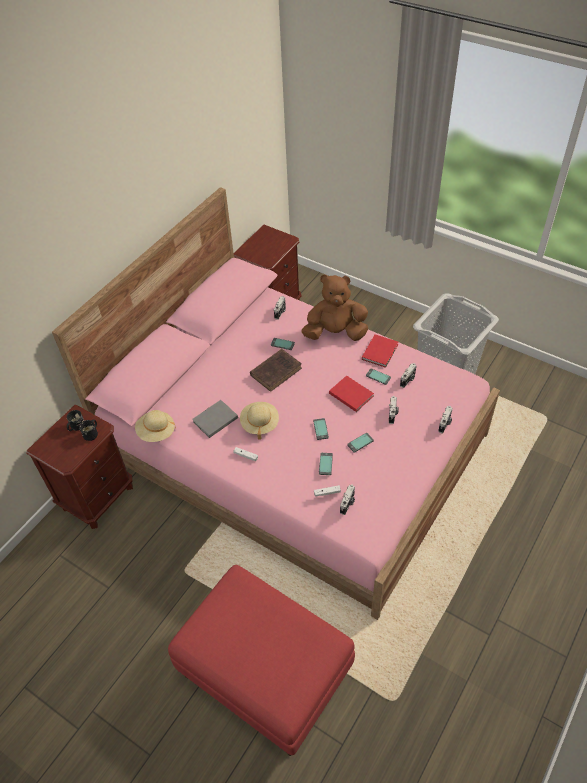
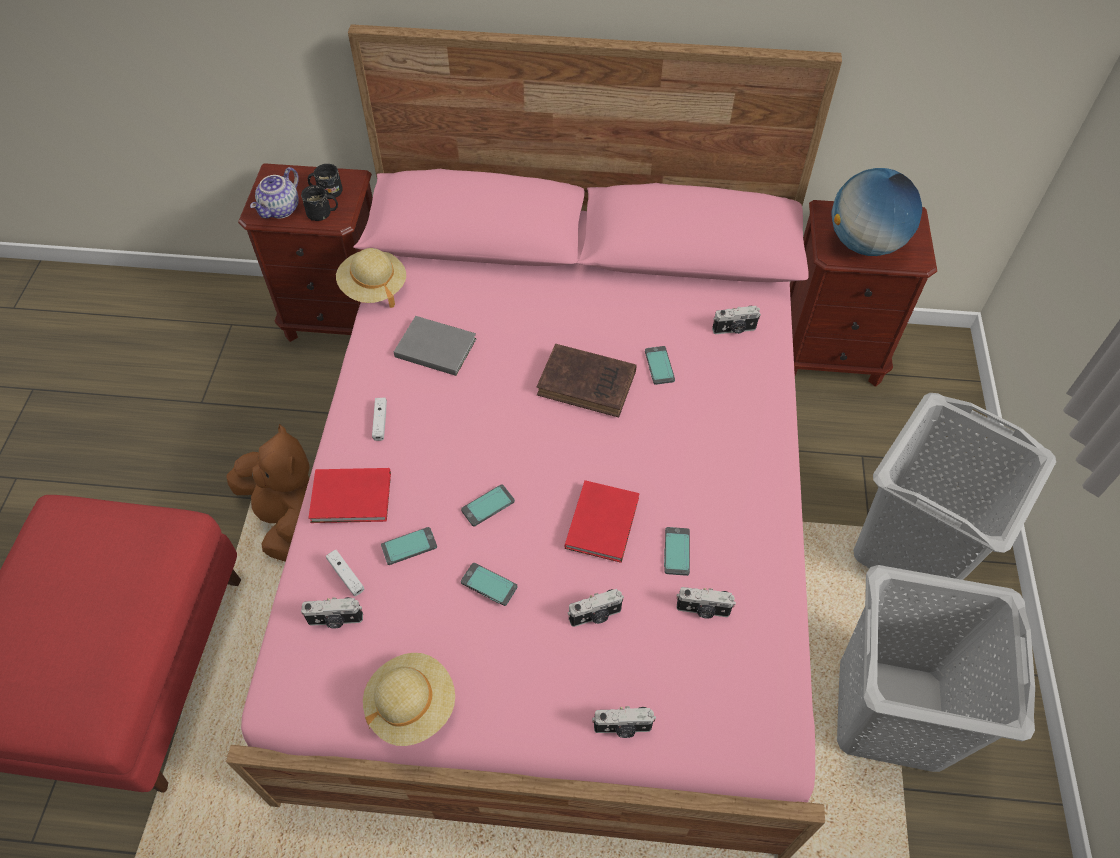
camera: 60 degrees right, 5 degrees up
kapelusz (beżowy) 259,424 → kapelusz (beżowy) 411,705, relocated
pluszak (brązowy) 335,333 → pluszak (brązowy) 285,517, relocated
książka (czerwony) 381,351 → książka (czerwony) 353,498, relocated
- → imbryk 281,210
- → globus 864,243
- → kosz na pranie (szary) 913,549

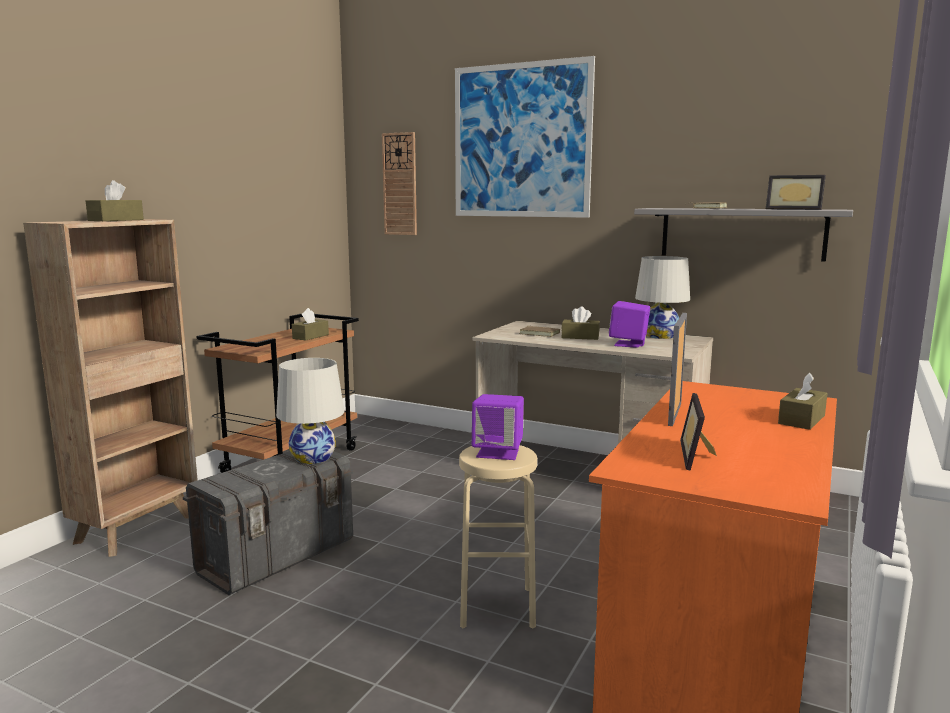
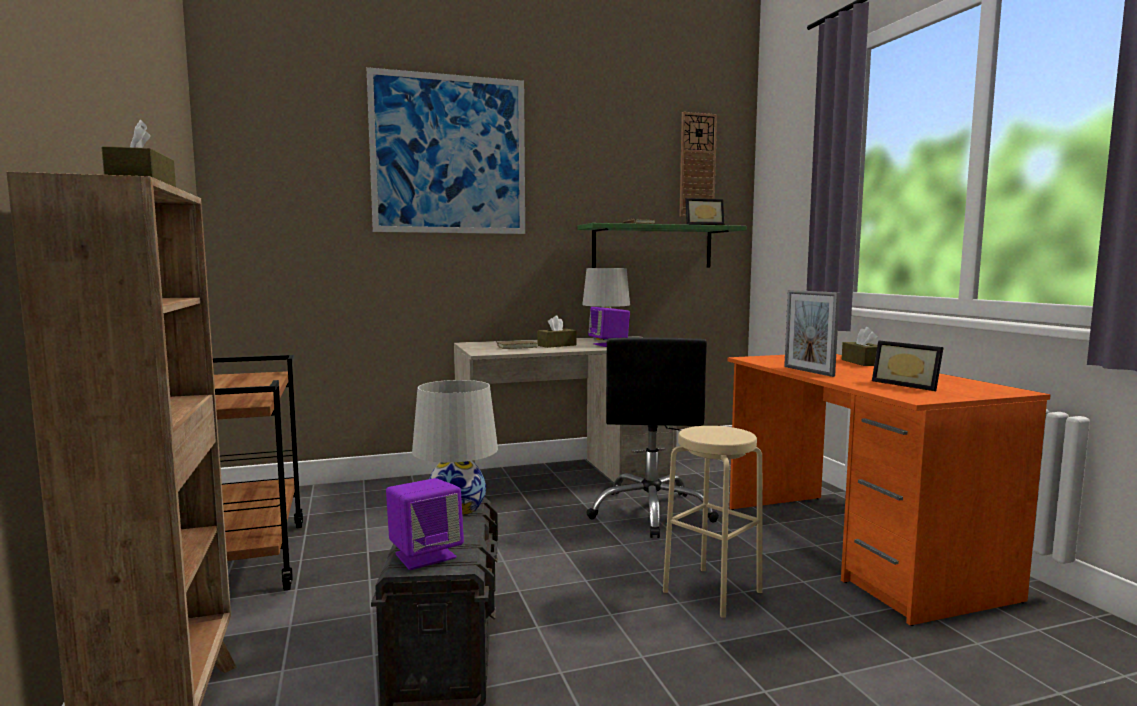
camera: 45 degrees left, 5 degrees down
pudełko chusteczek (brązowy) 310,336 → -
zegar ścienny 400,184 → zegar ścienny 697,165, relocated
głośnik (fioletowy) 498,452 → głośnik (fioletowy) 425,555, relocated
półka (szary) 742,233 → półka (zielony) 652,247
- → krzesło biurowe (czarny) 651,512

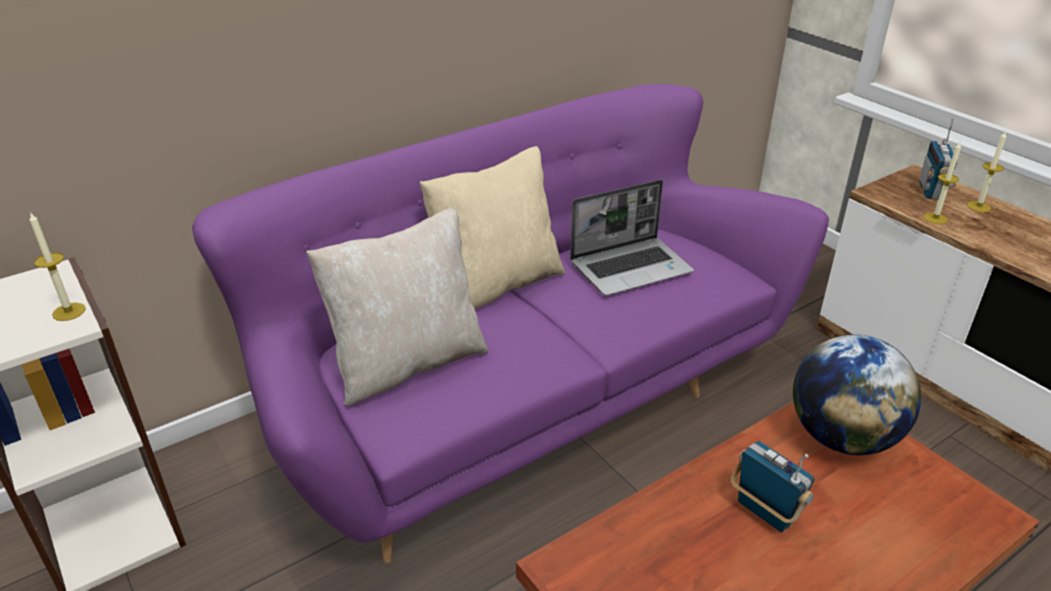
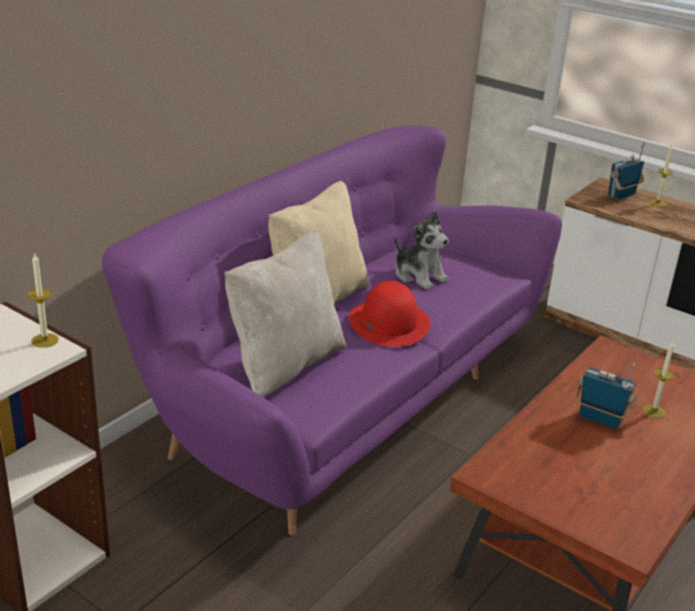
camera: 20 degrees left, 5 degrees down
laptop 631,267 → pluszak 419,275
globus 842,437 → -
radio 932,192 → radio 622,195, 60 degrees clockwise
świeca 935,218 → świeca 654,411, relocated
- → kapelusz (czerwony) 389,323

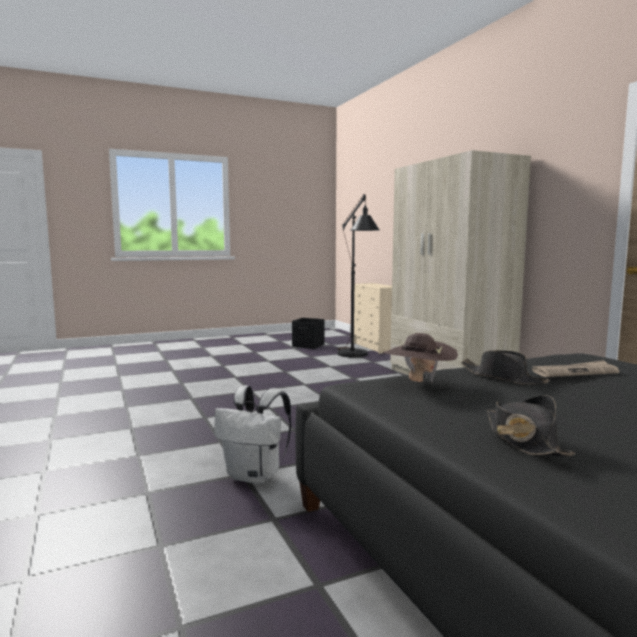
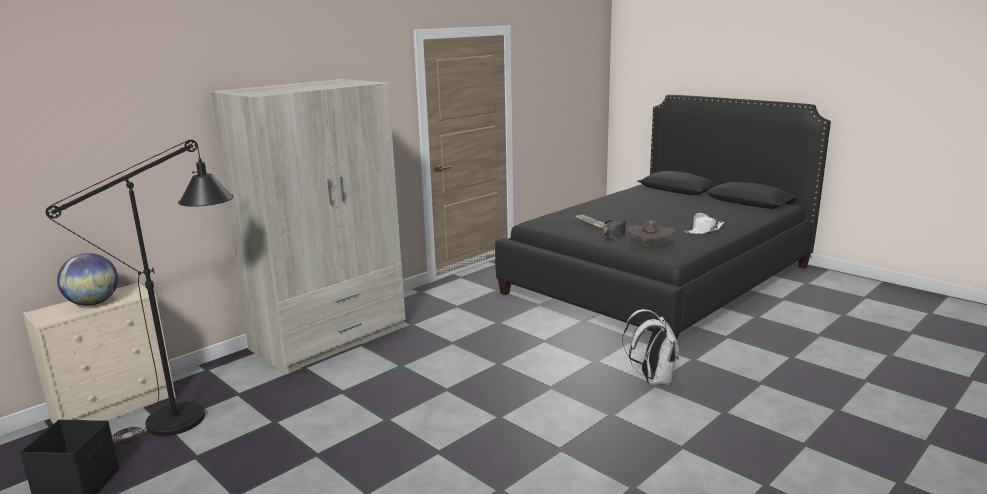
camera: 110 degrees left, 10 degrees up
kapelusz (czarny) 523,440 → kapelusz (biały) 704,230
- → globus 93,303

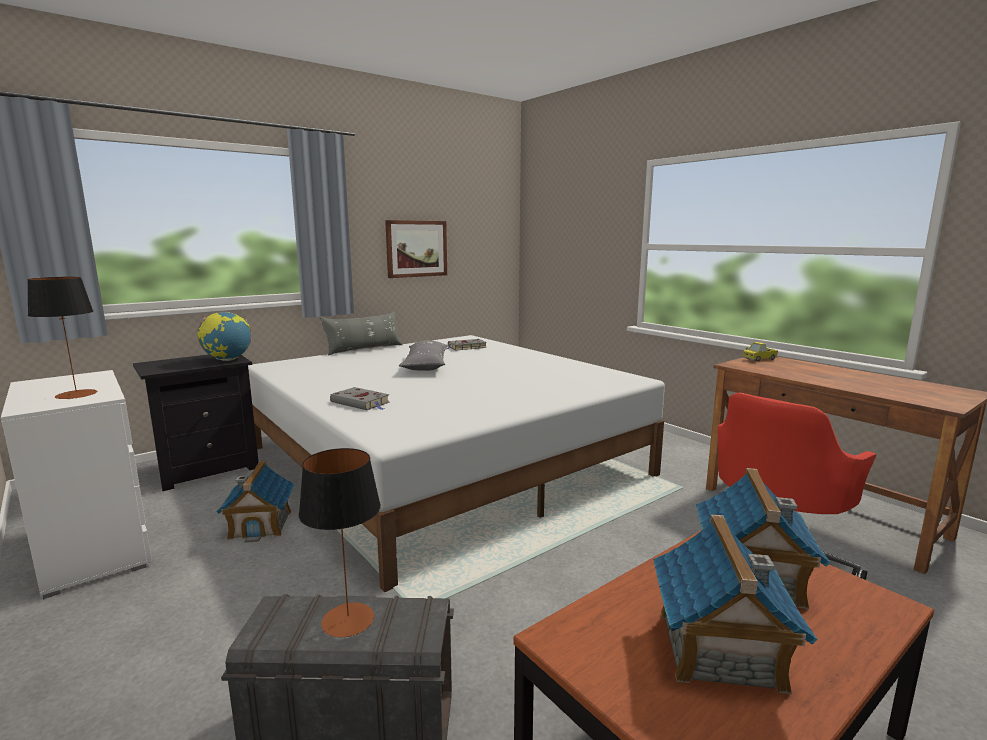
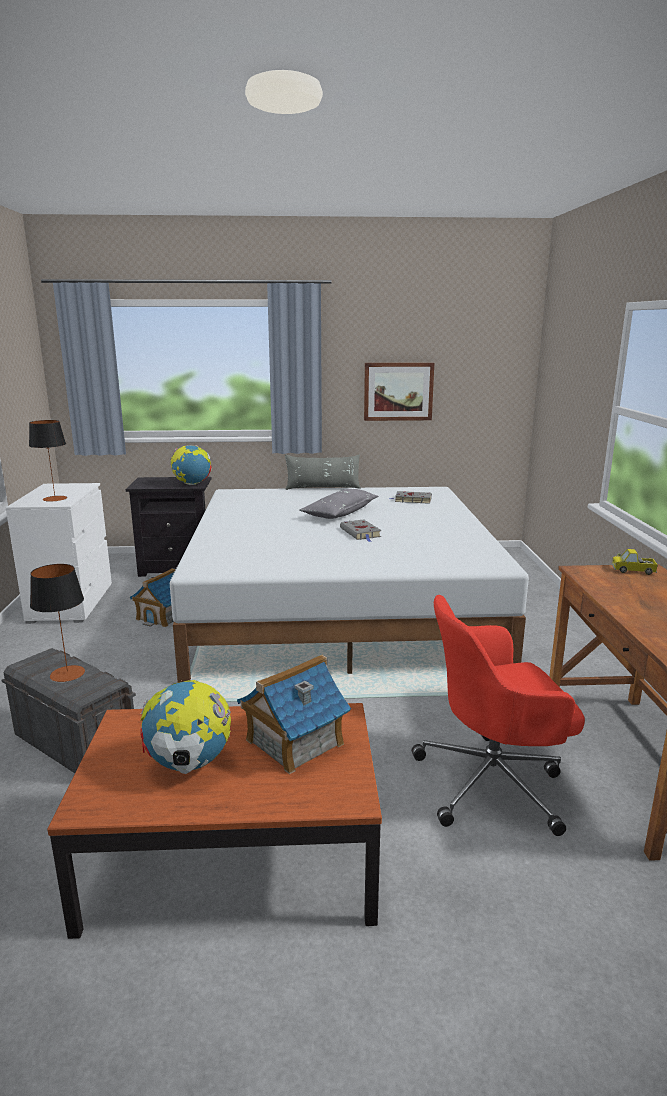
camera: 35 degrees right, 5 degrees up
książka (szary) 361,403 → książka (szary) 361,533, relocated
domek 719,649 → globus 189,764

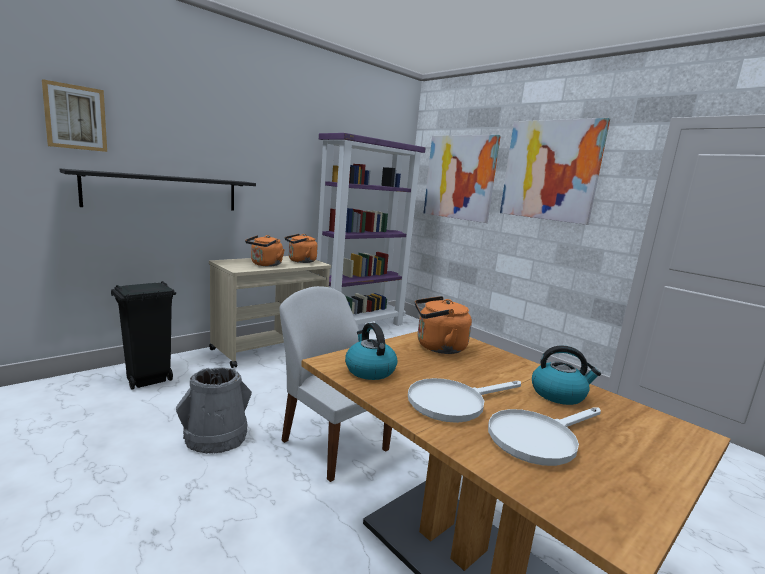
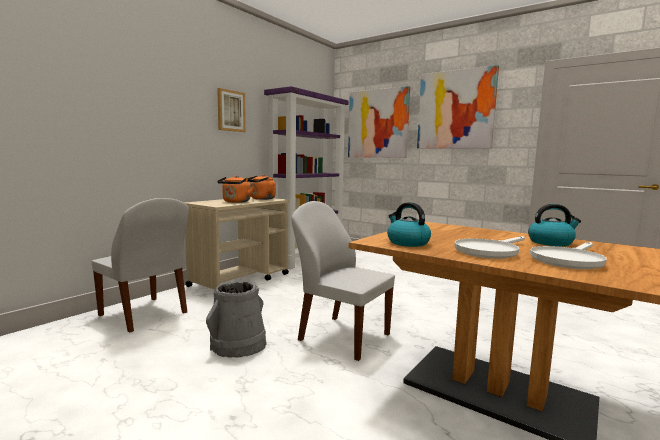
camera: 10 degrees left, 5 degrees down
obraz 75,117 → obraz 231,111, relocated
półka (czarny) 164,192 → -
kosz na śmieci (czarny) 147,381 → krzesło (biały) 144,315
czajnik (pomarańczowy) 437,347 → -

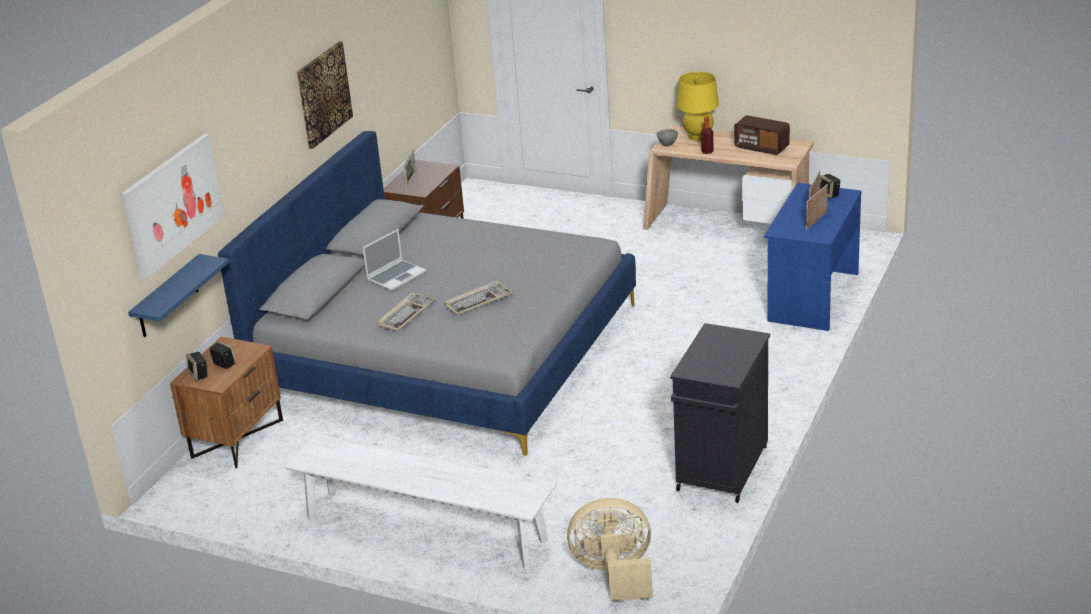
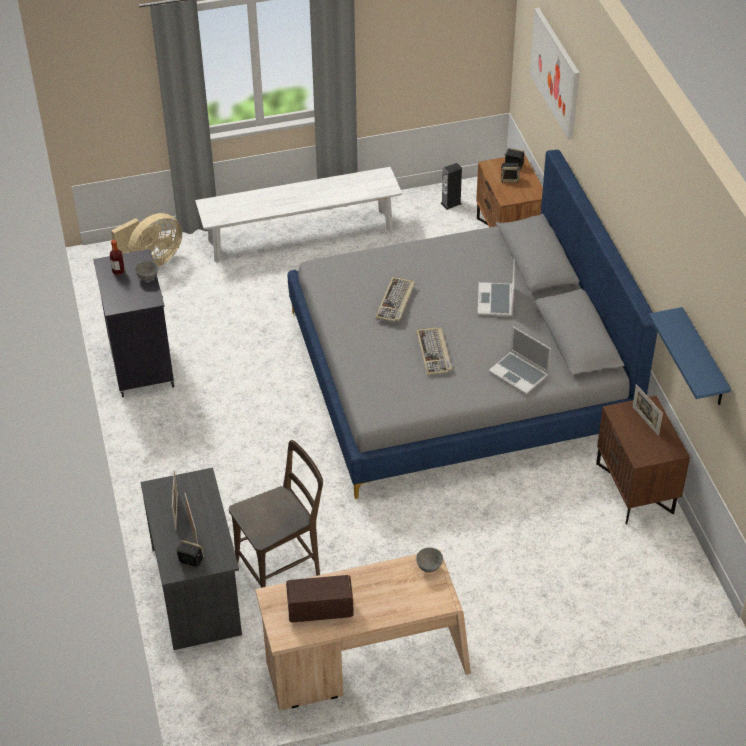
camera: 140 degrees right, 15 degrees up
półka (niebieski) 167,297 → półka (niebieski) 703,359, relocated
obraz 323,94 → -
klawiatura 406,314 → klawiatura 434,353, relocated
lampa stołowa (żółty) 698,136 → -
butelka 707,152 → butelka 118,271, relocated
biurko (niebieski) 812,297 → biurko (szary) 197,590
- → miska (szary) 148,278
- → krzesło (brązowy) 282,566
- → głośnik 451,203
- → laptop 519,374

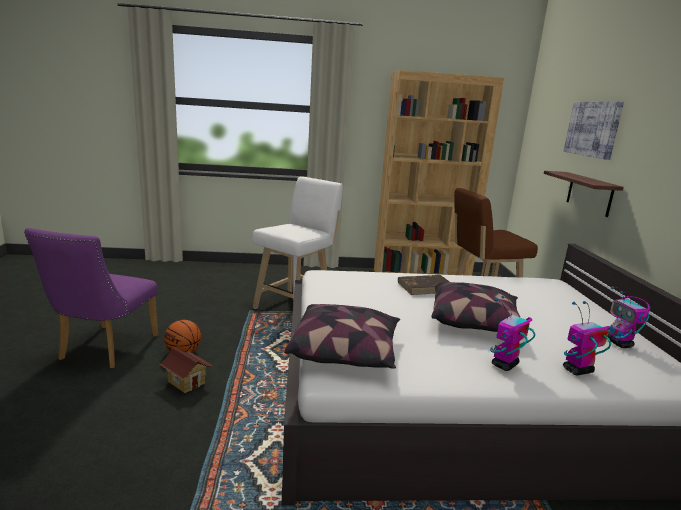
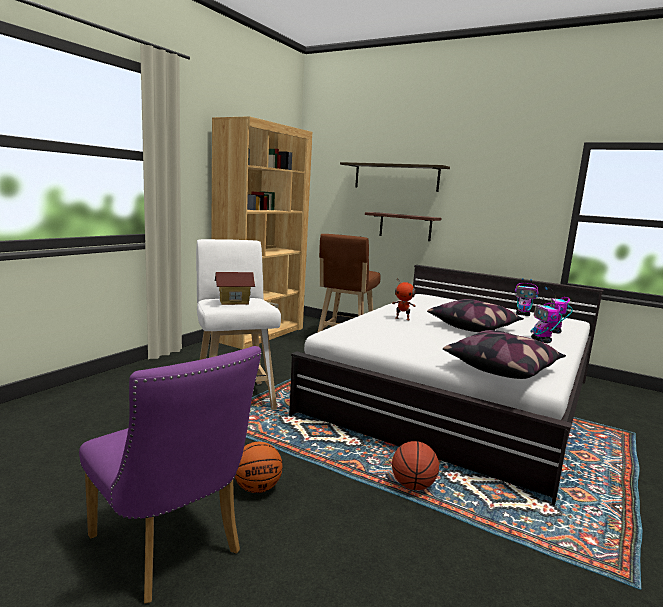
camera: 55 degrees left, 5 degrees down
domek 186,382 → domek 234,302, relocated
książka (brązowy) 425,287 → robot zabawkowy 402,318
obraz 592,129 → półka 396,177
- → piłka do koszykówki 412,486

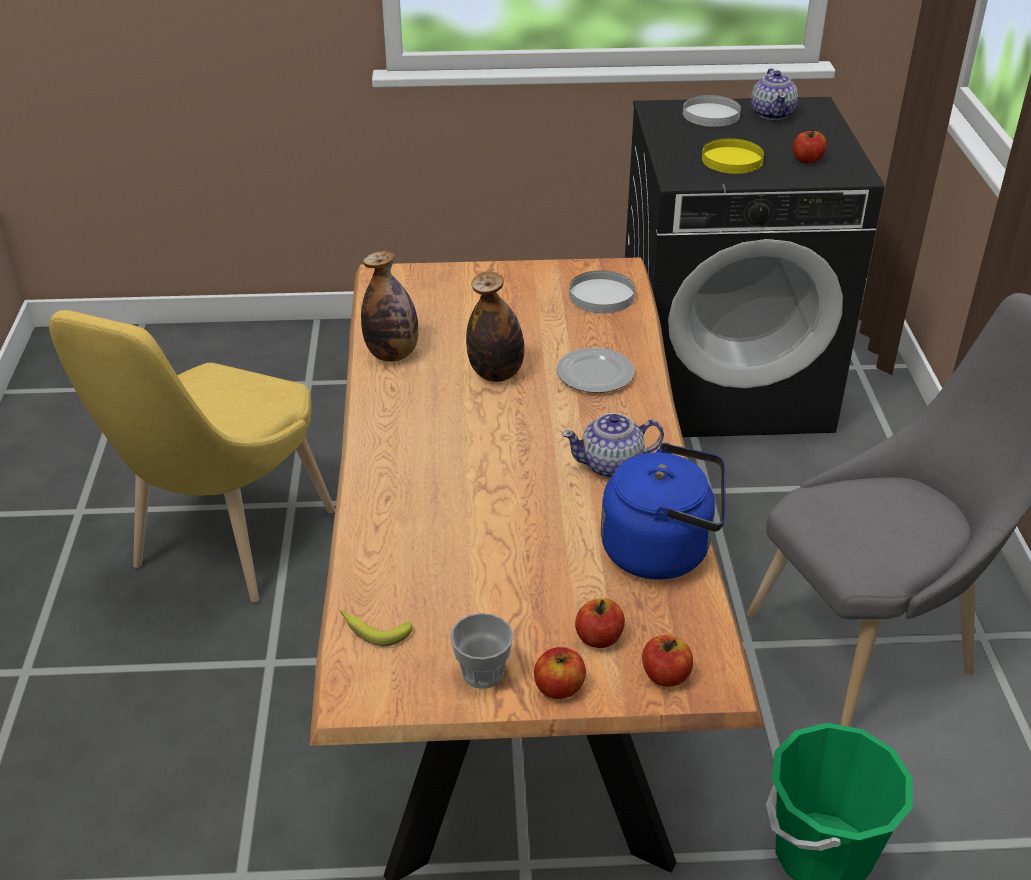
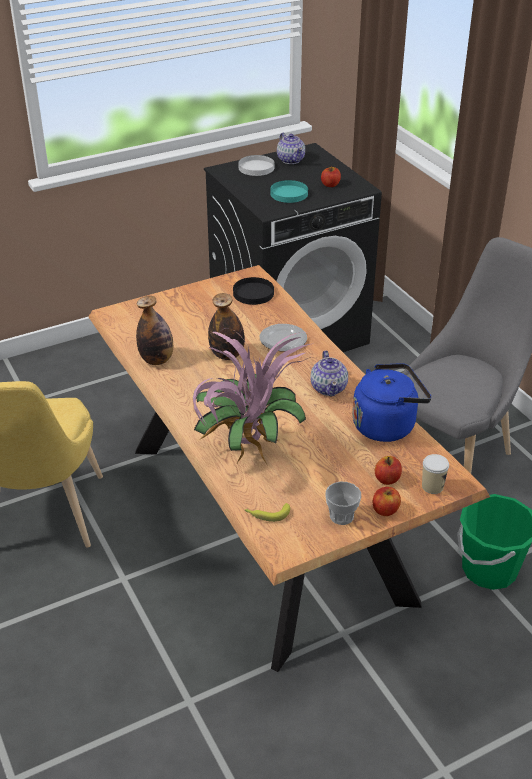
camera: 25 degrees left, 0 degrees up
imbryk 612,465 → imbryk 329,388, 60 degrees counterclockwise
talerz (biały) 601,295 → talerz (czarny) 253,293
jabłko 665,675 → filiżanka 432,486
talerz (żółty) 731,160 → talerz (turkusowy) 288,194
- → roślina doniczkowa 247,450

